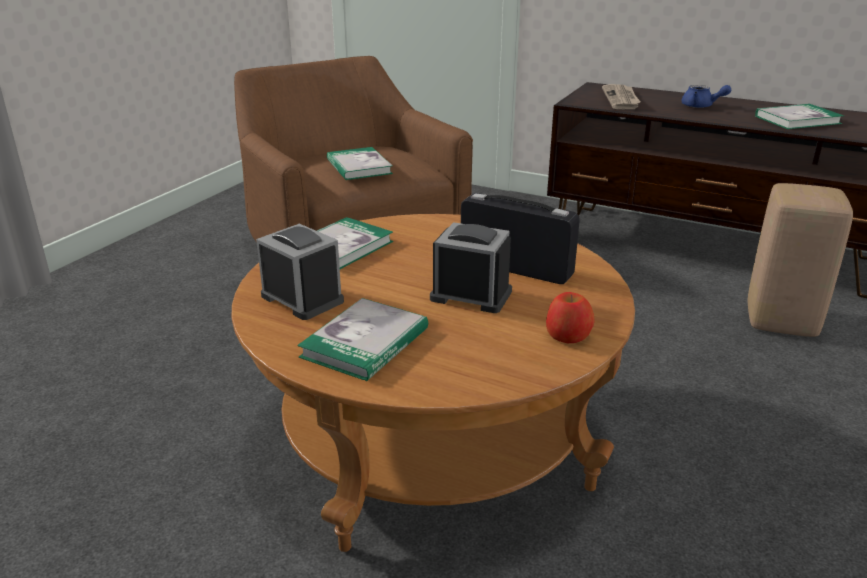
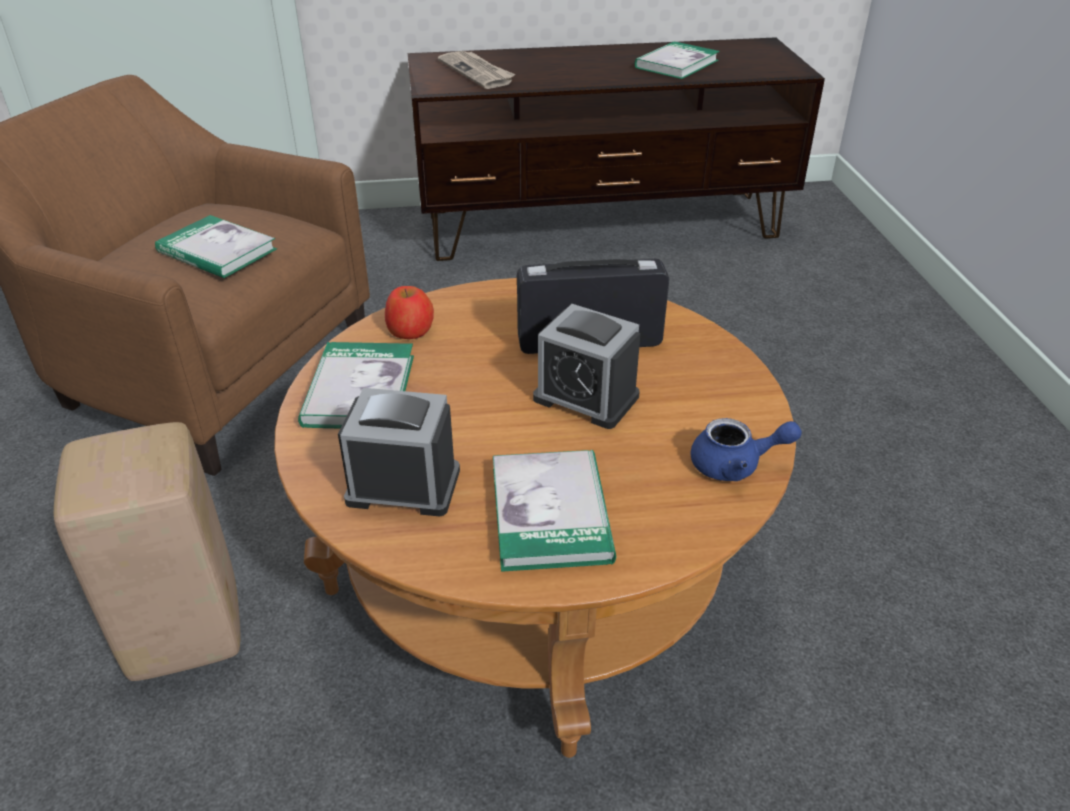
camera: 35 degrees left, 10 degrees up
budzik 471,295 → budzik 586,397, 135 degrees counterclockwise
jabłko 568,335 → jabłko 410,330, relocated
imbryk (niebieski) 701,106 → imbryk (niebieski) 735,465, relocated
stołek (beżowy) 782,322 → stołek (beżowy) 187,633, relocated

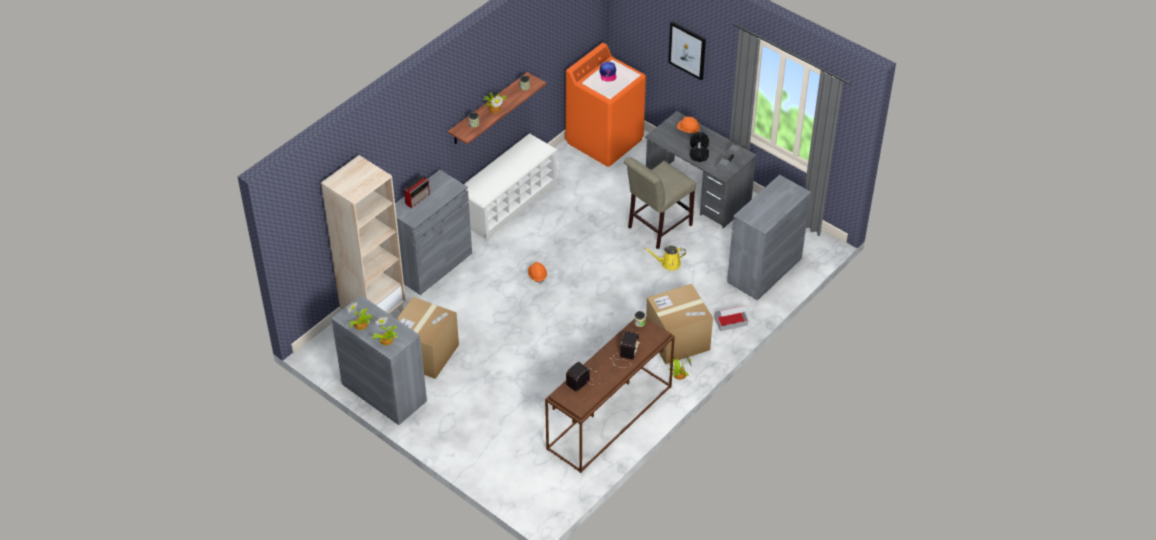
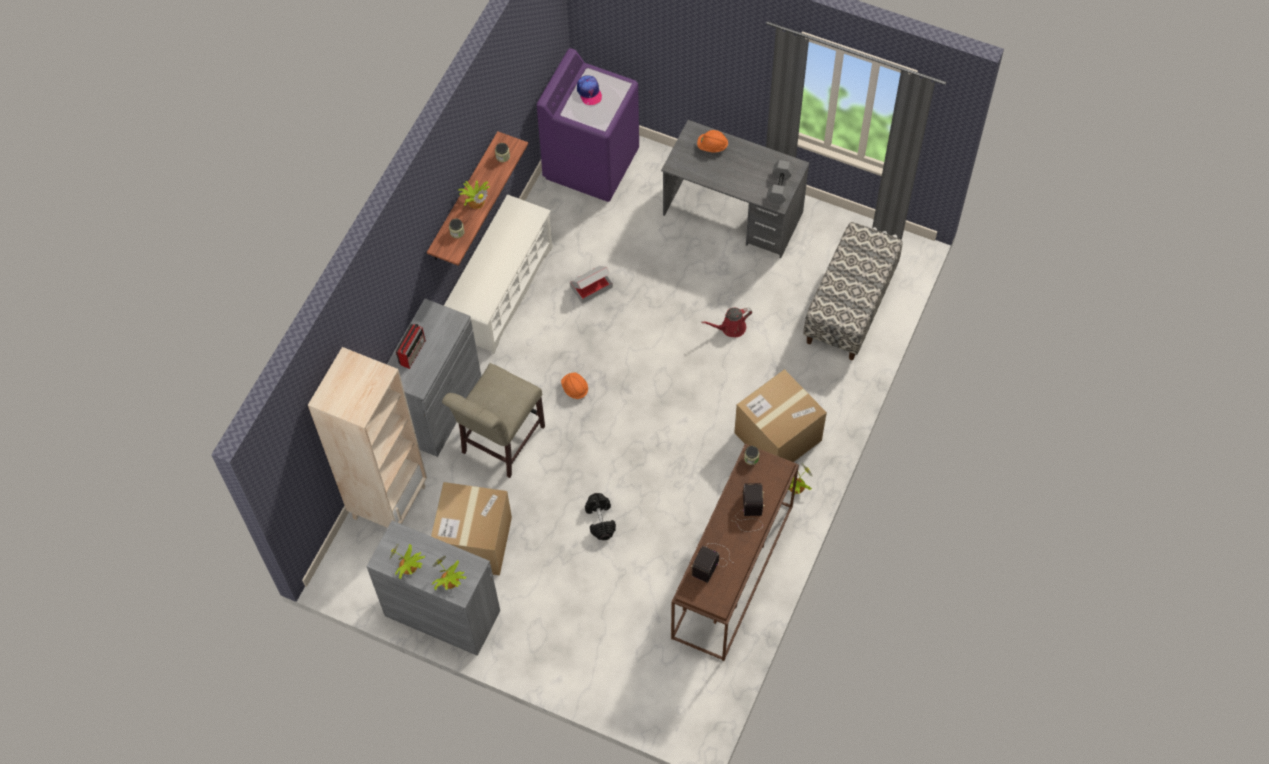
camera: 15 degrees left, 15 degrees up
pralka (pomarańczowy) 605,141 → pralka (fioletowy) 591,163
krzesło (beżowy) 656,227 → krzesło (beżowy) 500,443, relocated
konewka (żółty) 668,264 → konewka (czerwony) 731,328
obraz 687,50 → -
hantel (czarny) 698,152 → hantel (czarny) 600,520, relocated
karton 730,321 → karton 591,287, relocated
szafka (szary) 764,270 → ławka 850,307

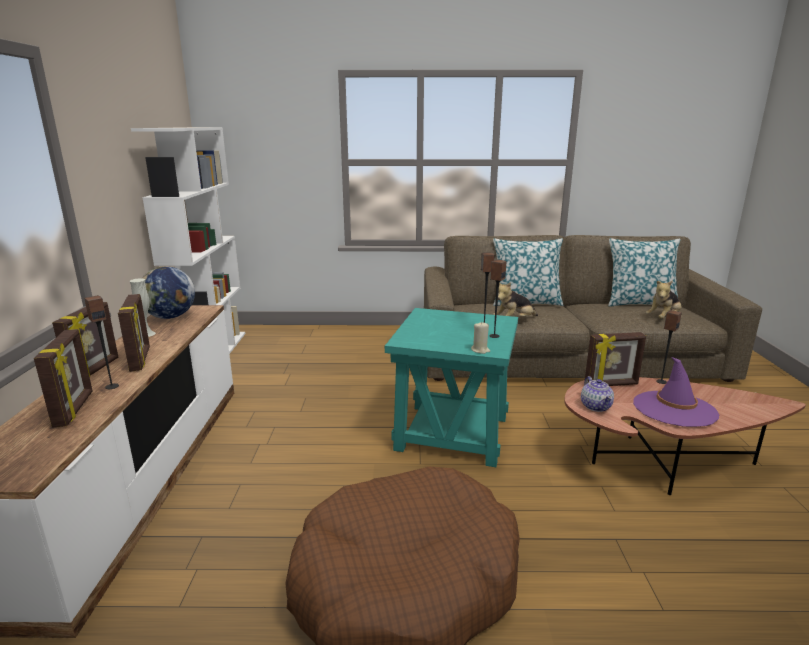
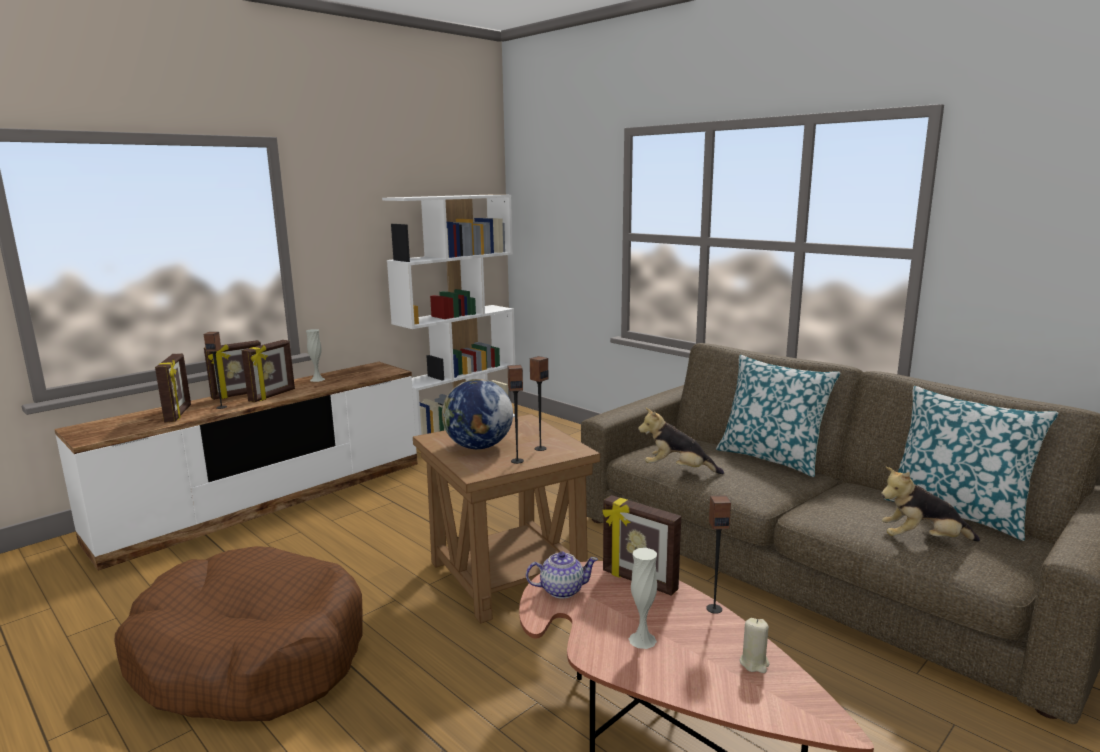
camera: 45 degrees right, 5 degrees down
ramka na zdjęcie 75,409 → ramka na zdjęcie 179,414, 45 degrees counterclockwise
globus 170,317 → globus 478,447, relocated
stolik (turkusowy) 451,433 → stolik (brązowy) 505,574
świeca (beżowy) 480,350 → świeca (beżowy) 754,663, relocated
imbryk 595,406 → imbryk 561,590, 135 degrees counterclockwise
kapelusz (fioletowy) 674,409 → wazon (biały) 642,640

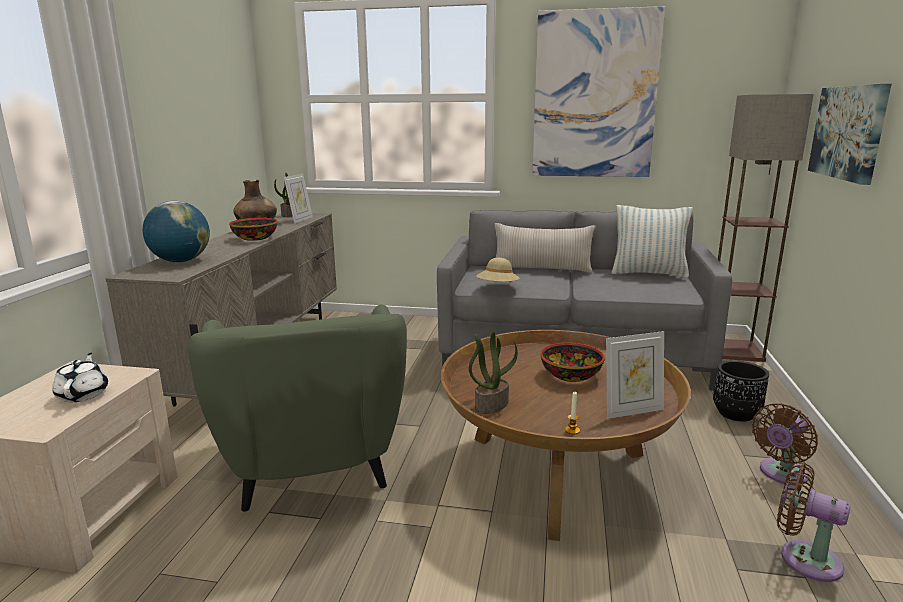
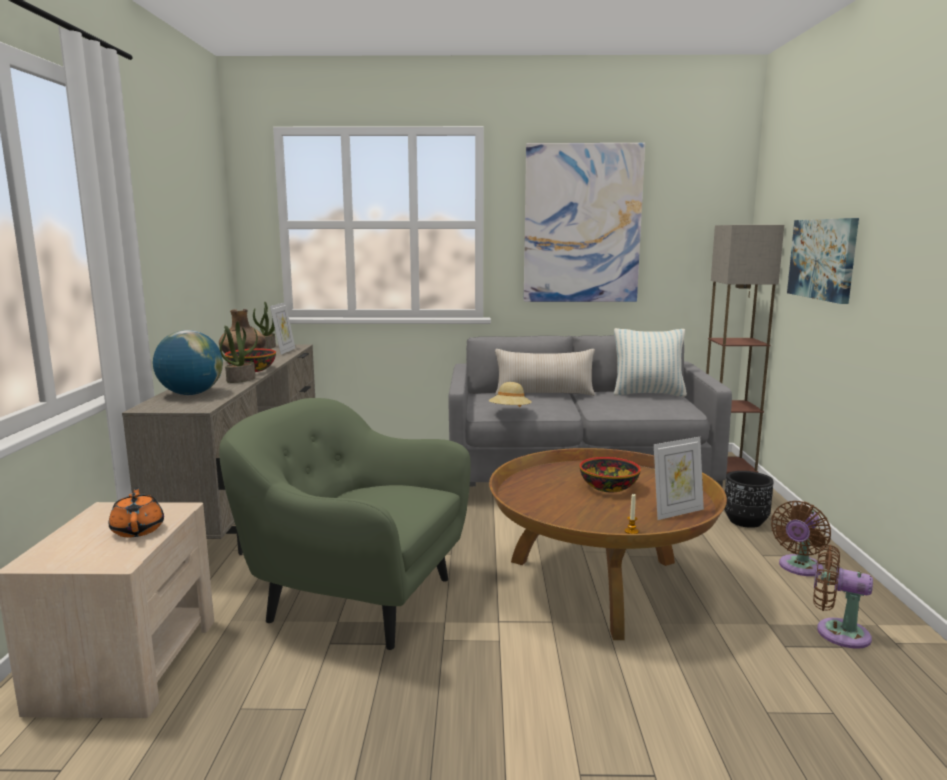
camera: 10 degrees left, 5 degrees down
imbryk (biały) 83,394 → imbryk (pomarańczowy) 138,529
fotel (zielony) 312,465 → fotel (zielony) 356,598, 135 degrees clockwise
roślina doniczkowa 491,404 → roślina doniczkowa 241,379, relocated

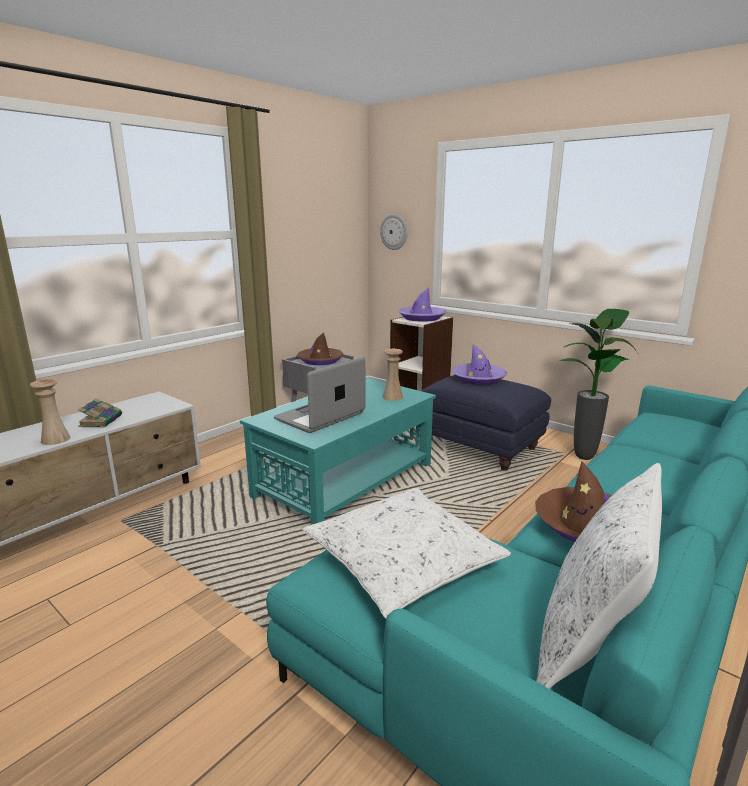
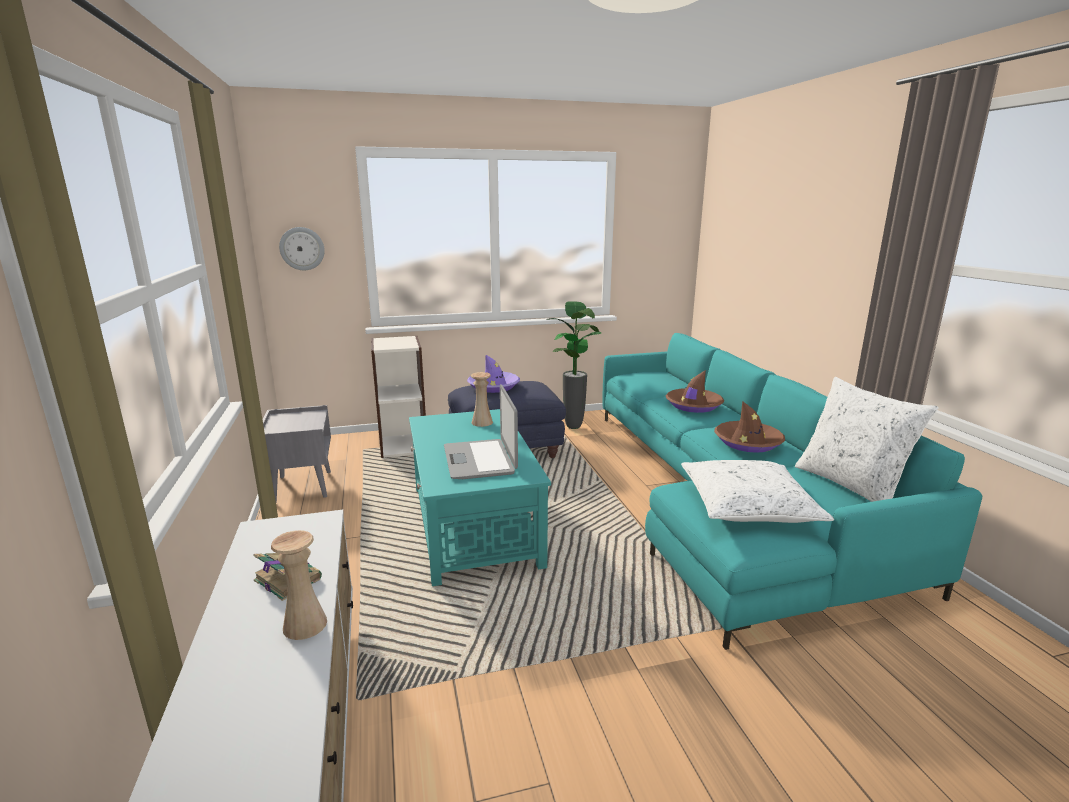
camera: 55 degrees left, 0 degrees up
kapelusz (brązowy) 320,360 → kapelusz (brązowy) 693,405, relocated
kapelusz (fioletowy) 421,318 → -

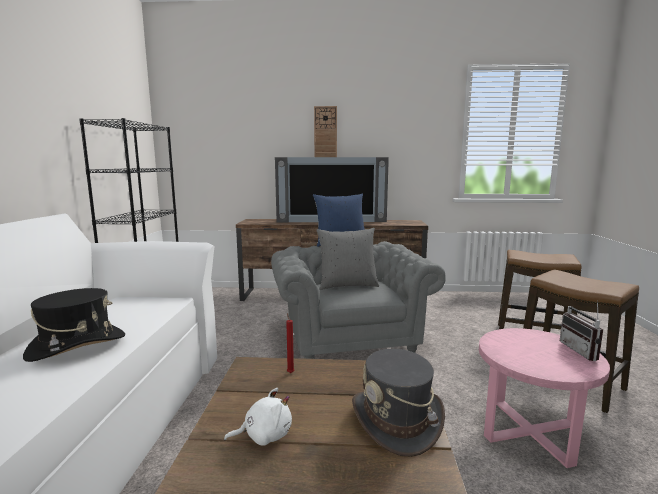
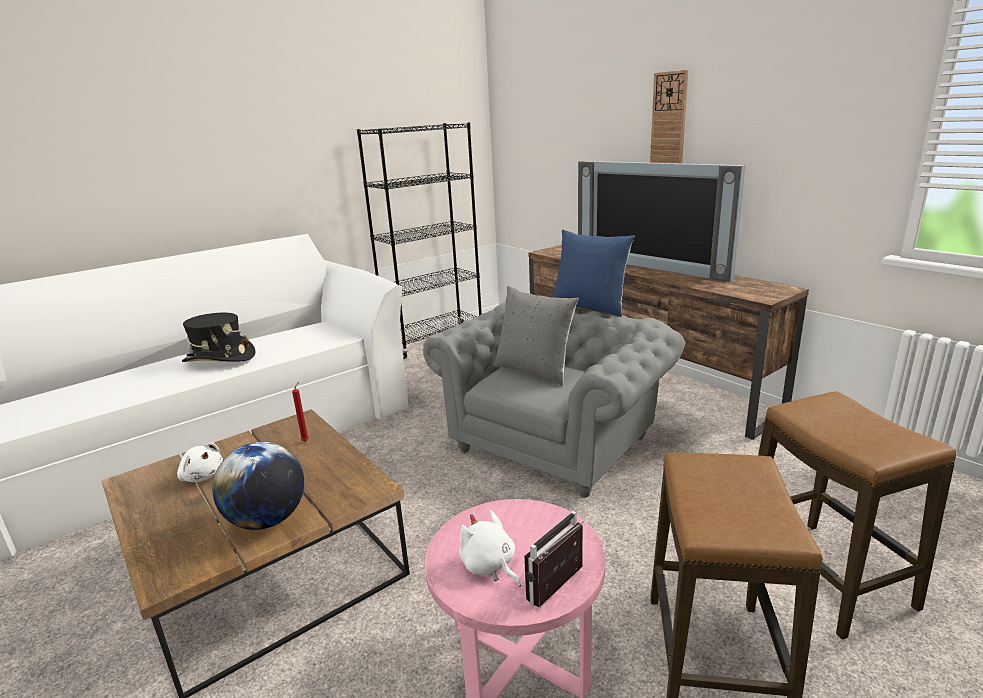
camera: 50 degrees right, 10 degrees up
kapelusz (szary) 397,420 → globus 267,520
- → pluszak (biały) 489,566

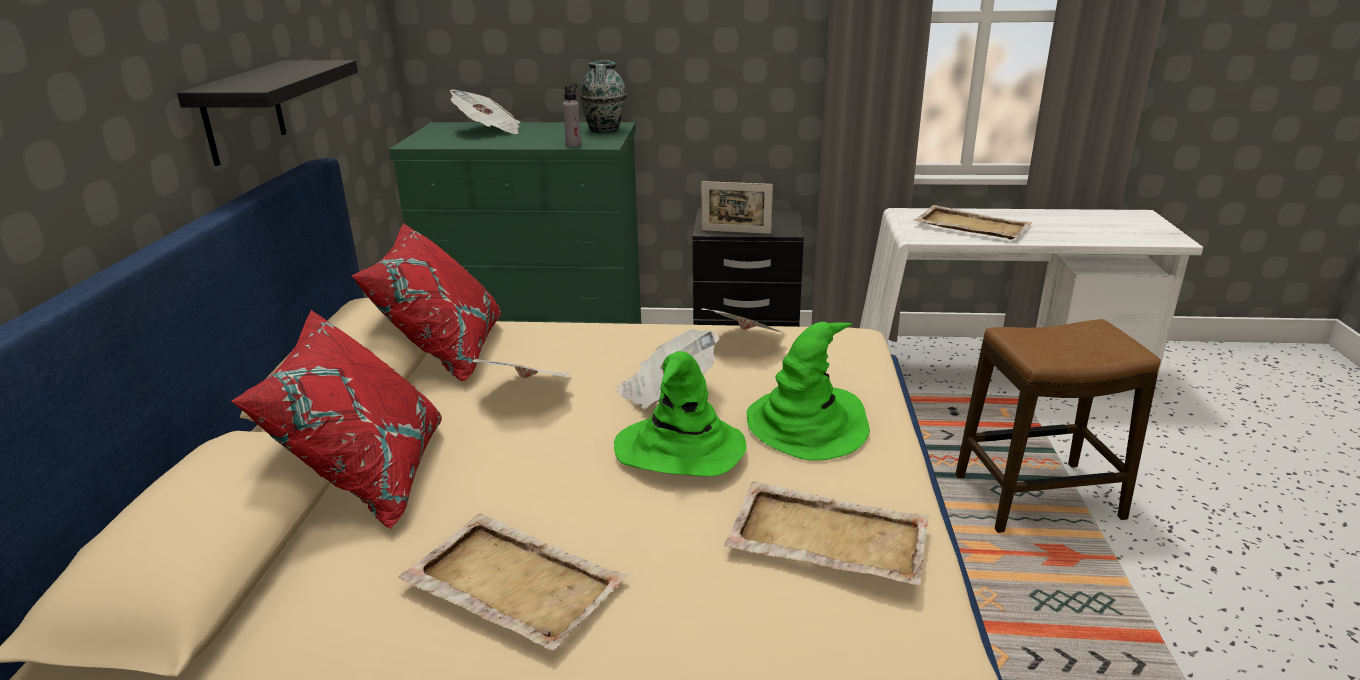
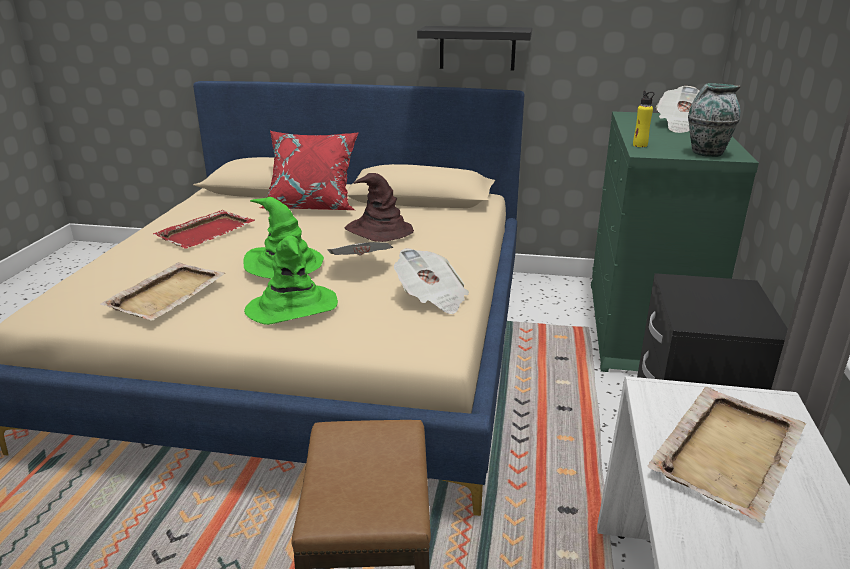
camera: 95 degrees right, 0 degrees up
poduszka (czerwony) 444,352 → -
taca (beżowy) 512,583 → taca (czerwony) 207,231
gazeta 530,392 → kapelusz (brązowy) 378,231
butelka (szary) 573,145 → butelka (żółty) 640,145
ramka na zdjęcie 736,232 → -

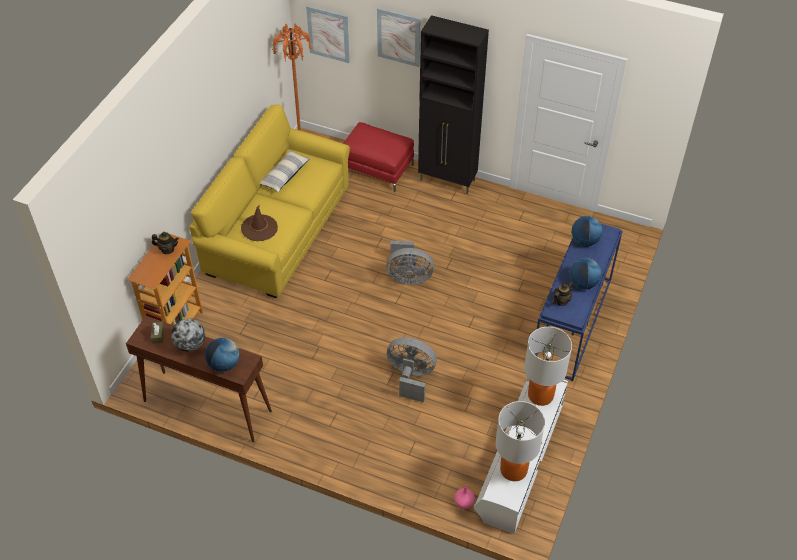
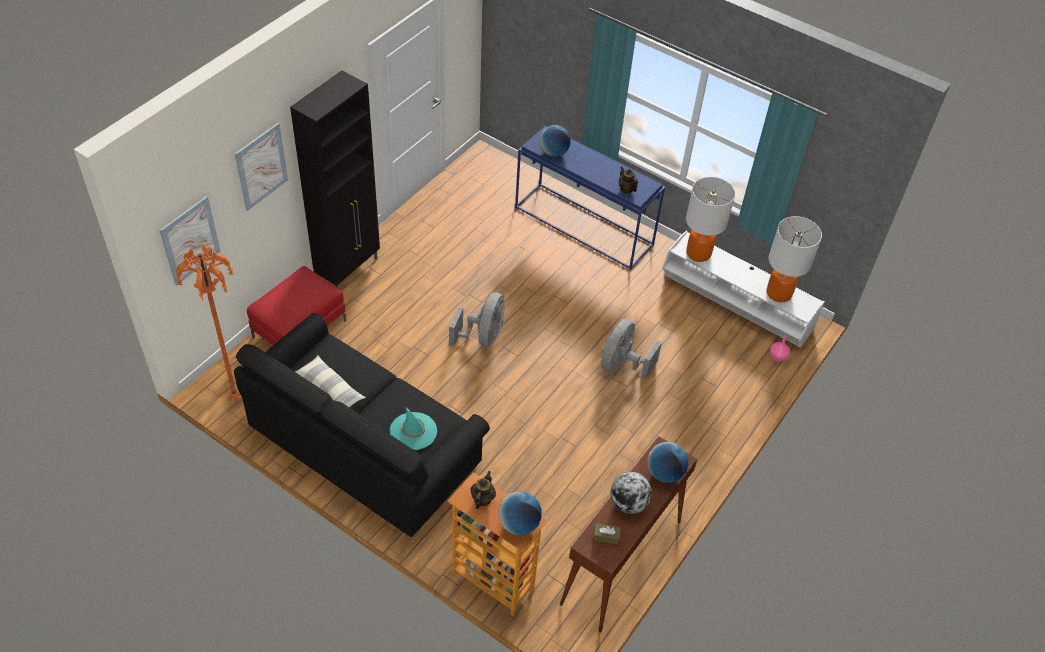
camera: 80 degrees left, 0 degrees up
kanapa (żółty) 278,231 → kanapa (czarny) 364,446
kapelusz (brązowy) 259,228 → kapelusz (turkusowy) 413,431
globus 583,283 → globus 519,524, relocated

